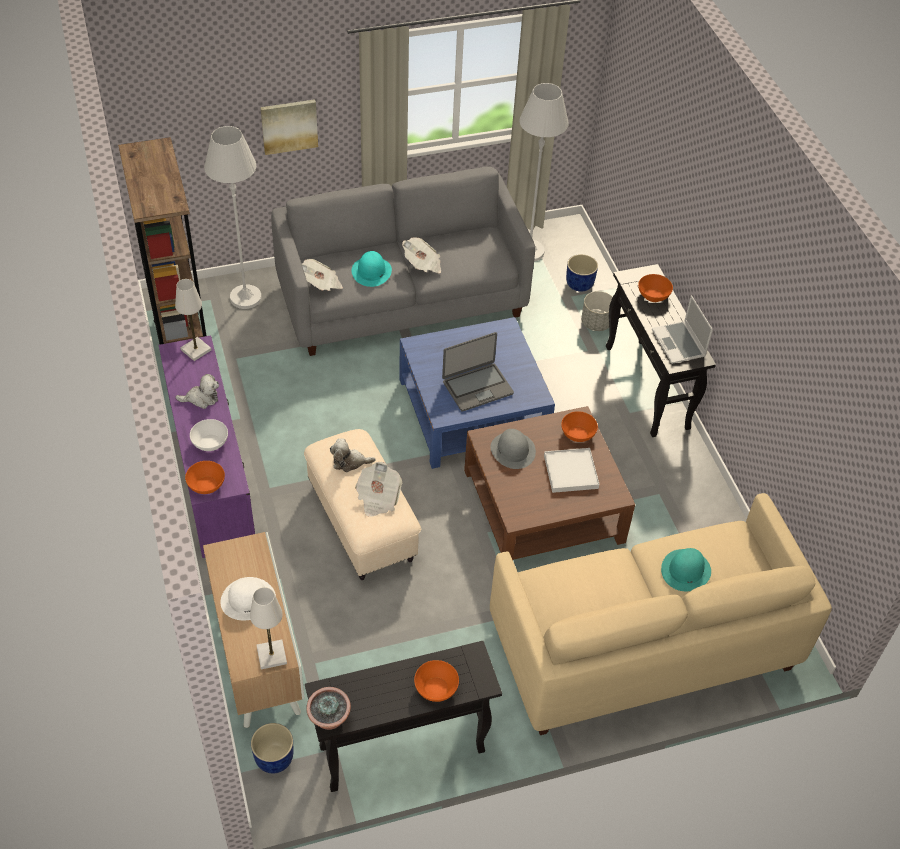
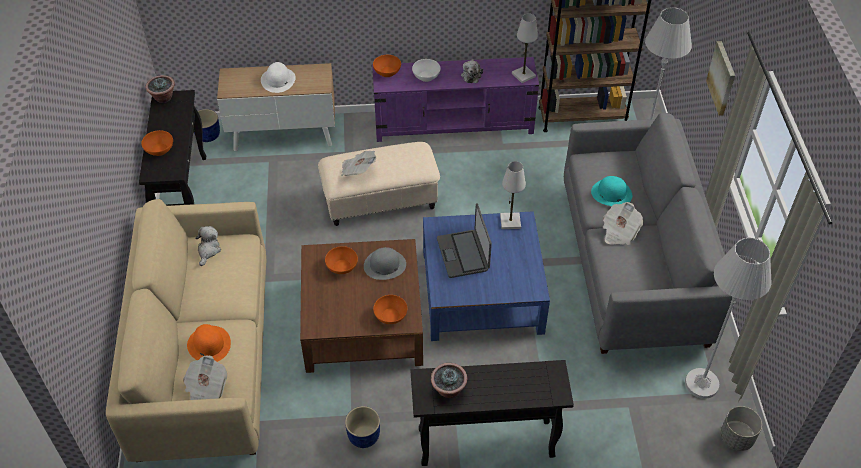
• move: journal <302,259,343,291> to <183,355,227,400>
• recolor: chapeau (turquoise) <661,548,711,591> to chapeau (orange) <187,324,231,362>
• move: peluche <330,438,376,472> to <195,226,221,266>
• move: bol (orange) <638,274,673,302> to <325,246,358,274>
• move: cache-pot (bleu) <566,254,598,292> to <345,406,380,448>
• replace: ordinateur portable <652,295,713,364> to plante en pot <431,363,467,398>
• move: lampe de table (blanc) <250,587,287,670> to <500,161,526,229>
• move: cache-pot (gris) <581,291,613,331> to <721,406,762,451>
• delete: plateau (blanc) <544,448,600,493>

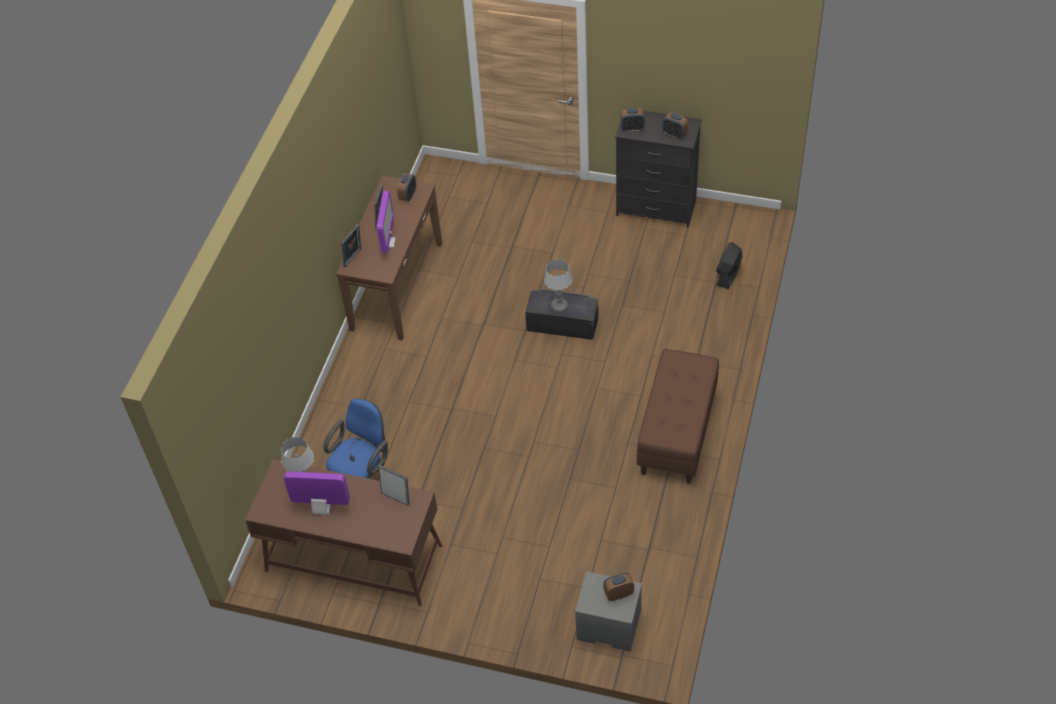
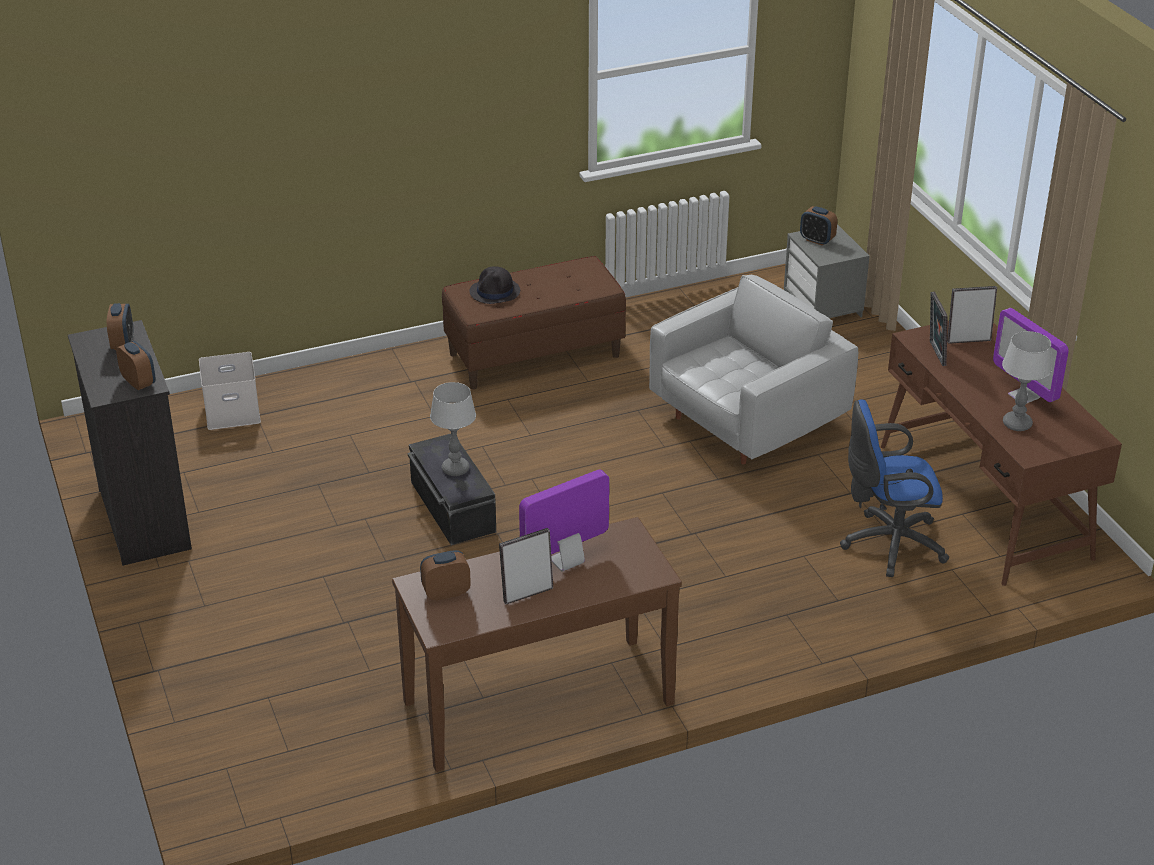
• replace: ventilateur (noir) <716,242,742,289> to boîte de rangement (blanc) <199,352,261,430>
• insert: chapeau (noir) <469,266,520,304>
• insert: fauteuil (blanc) <649,275,858,465>
• move: cadre photo <341,224,361,267> to <947,286,997,344>

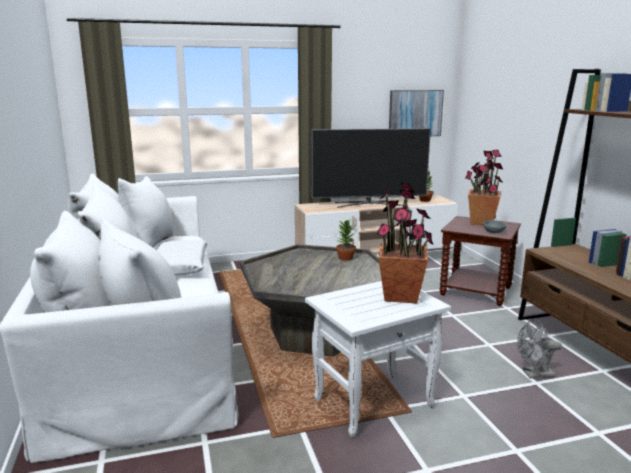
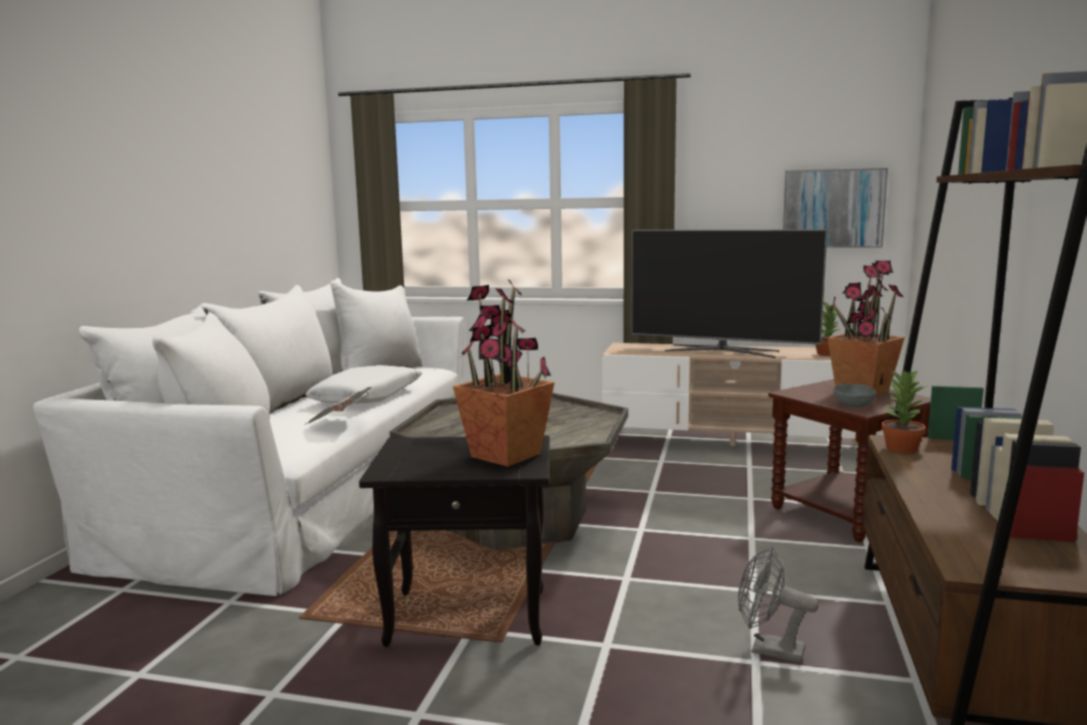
• insert: journal <304,387,372,425>
• recolor: table d'appoint (blanc) <305,281,451,438> to table d'appoint (noir) <359,435,550,647>
• move: plante en pot <336,220,356,261> to <881,369,927,453>

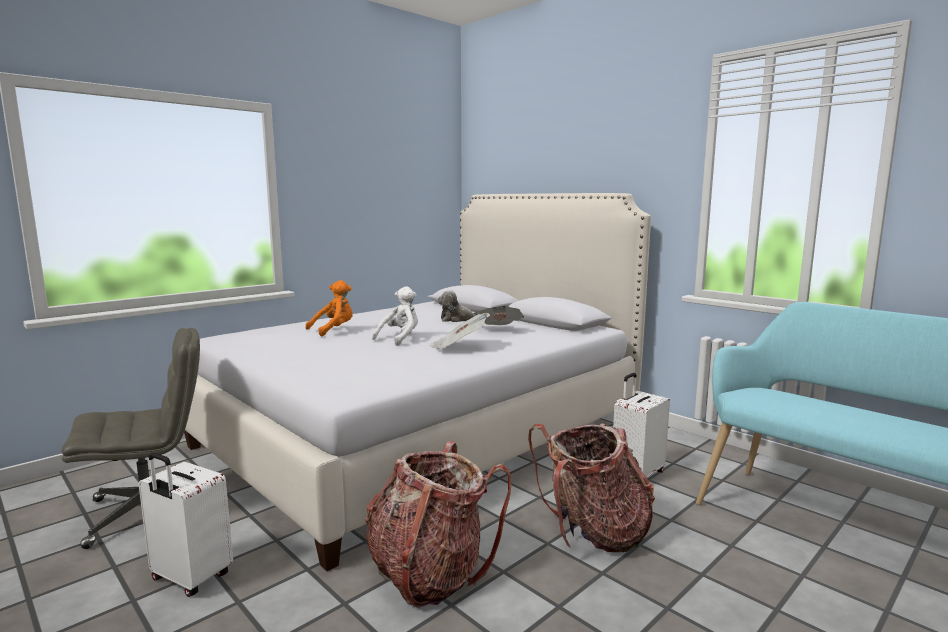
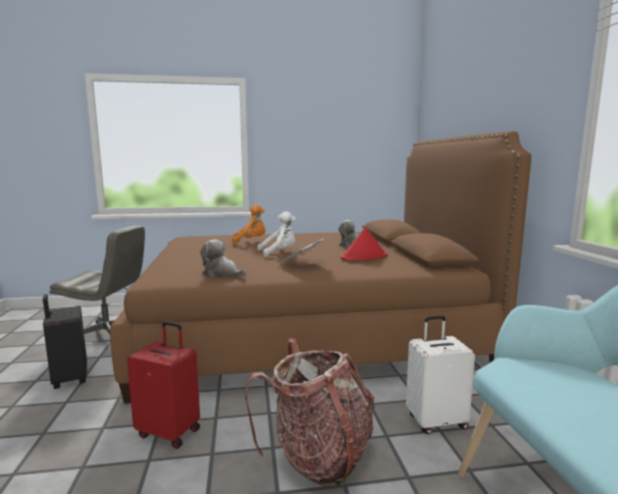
• recolor: valise (blanc) <139,453,233,597> to valise (noir) <43,294,87,389>
• recolor: lit (blanc) <184,193,651,571> to lit (marron) <110,131,531,404>
• replace: sac à dos <365,441,511,608> to valise (rouge) <127,321,200,449>
• insert: peluche <200,239,246,277>
• replace: journal <474,306,524,325> to chapeau (rouge) <341,227,387,261>

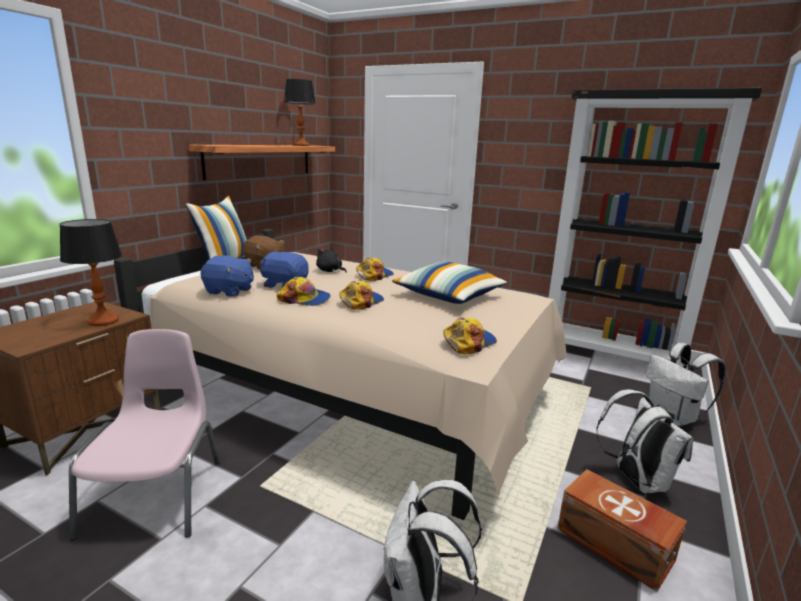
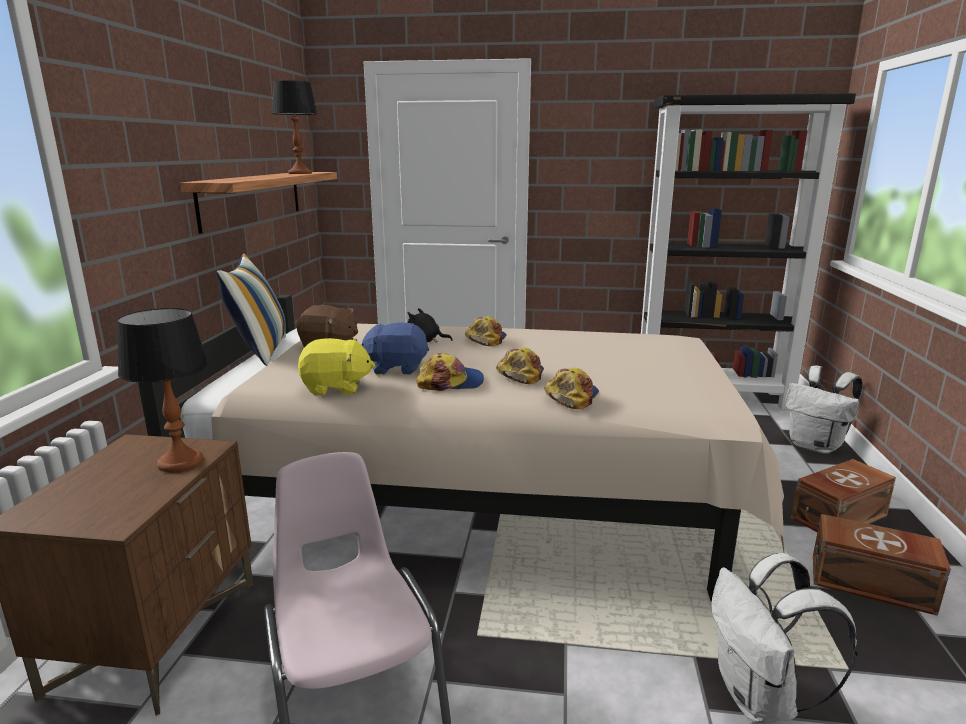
• recolor: peluche (bleu) <200,255,254,297> to peluche (jaune) <298,338,375,396>
• move: casquette <444,317,497,354> to <545,368,599,410>
• replace: sac à dos (blanc) <596,390,693,493> to boîte de rangement (marron) <791,459,896,532>
• delete: coussin <392,262,507,304>

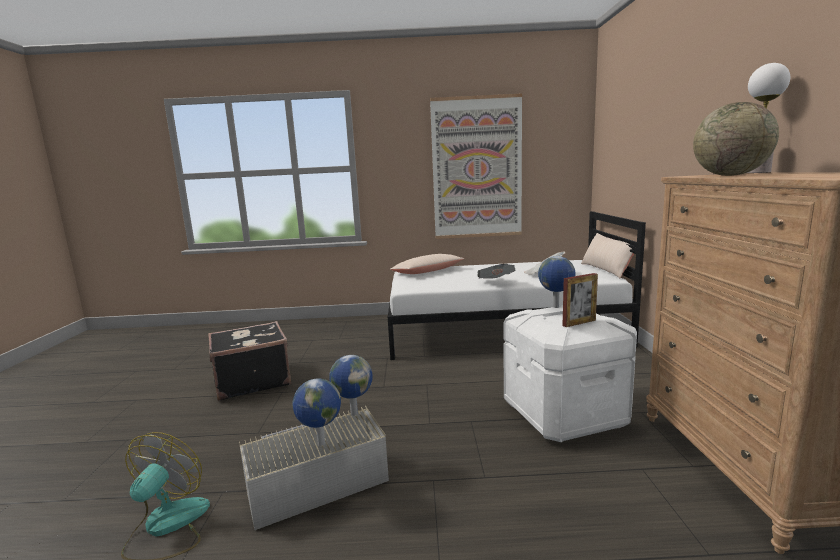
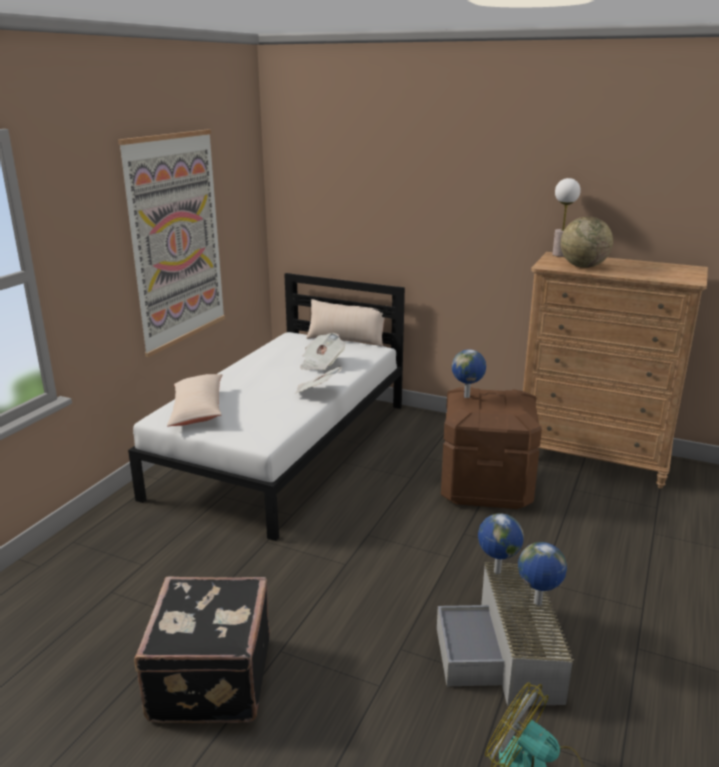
• recolor: boîte de rangement (blanc) <503,306,637,442> to boîte de rangement (marron) <441,387,542,509>
• delete: cadre photo <562,273,598,327>

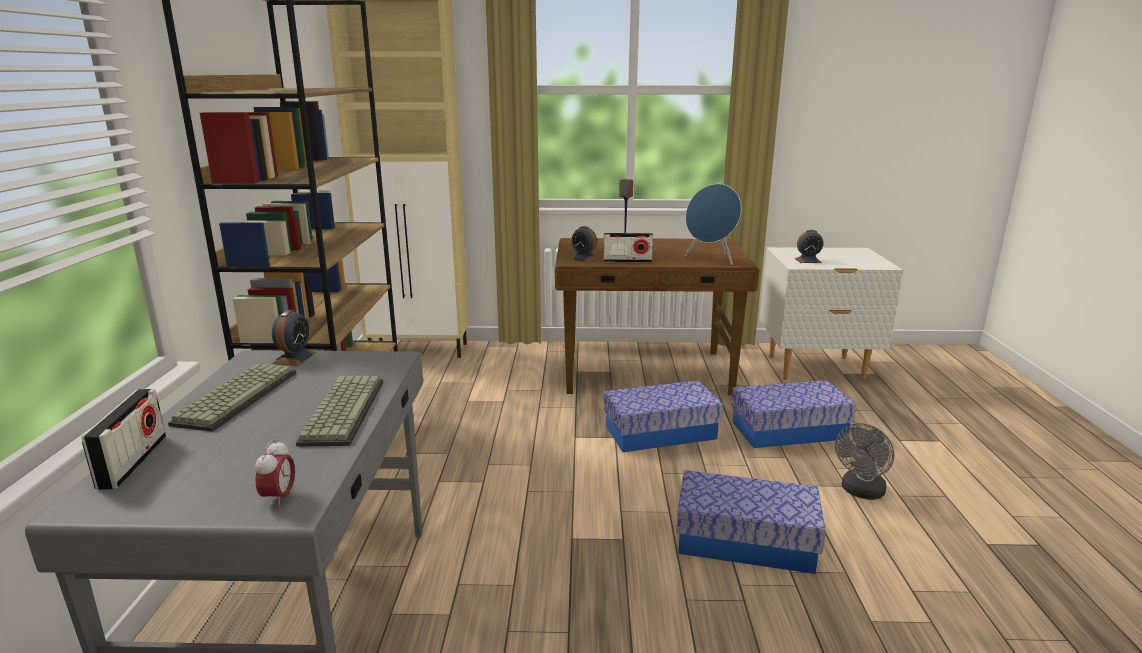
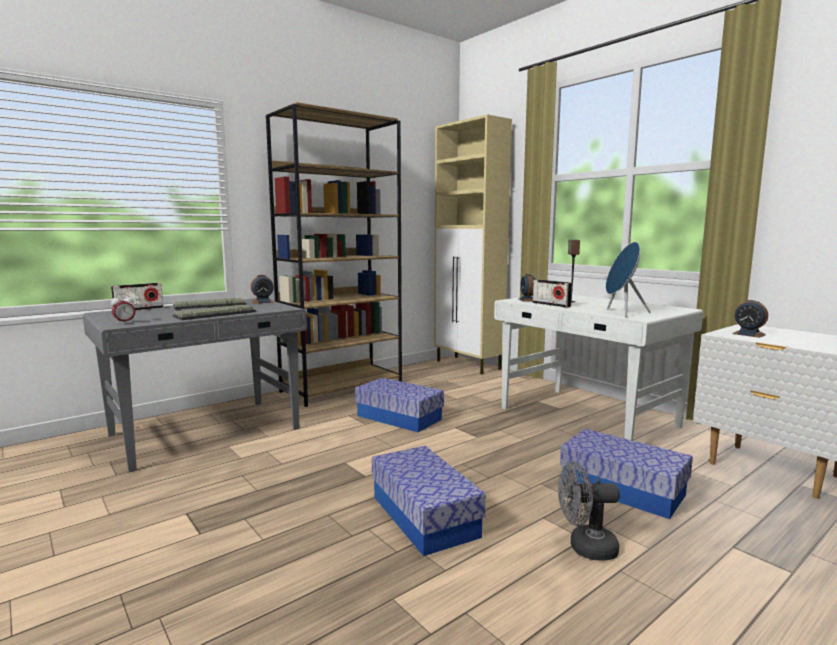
• move: boîte de rangement <604,380,723,452> to <355,378,444,432>
• recolor: bureau (marron) <555,238,759,395> to bureau (blanc) <494,295,703,441>

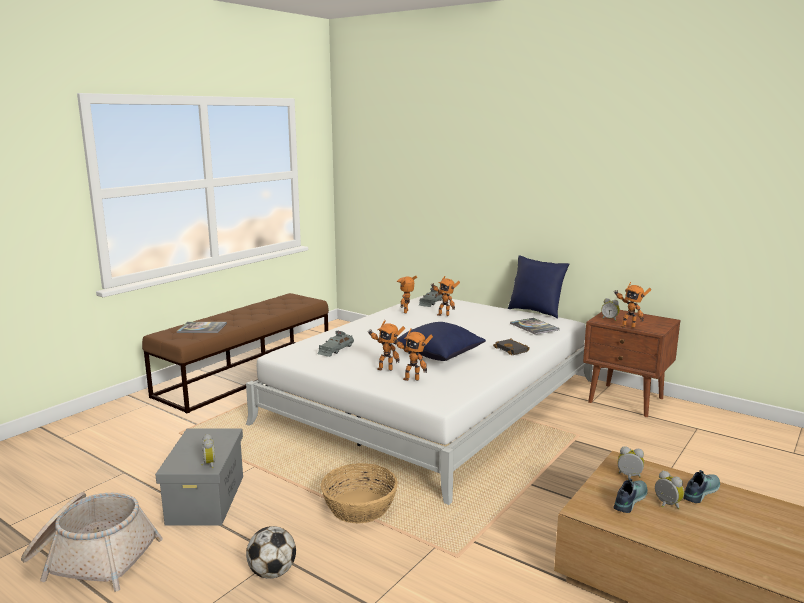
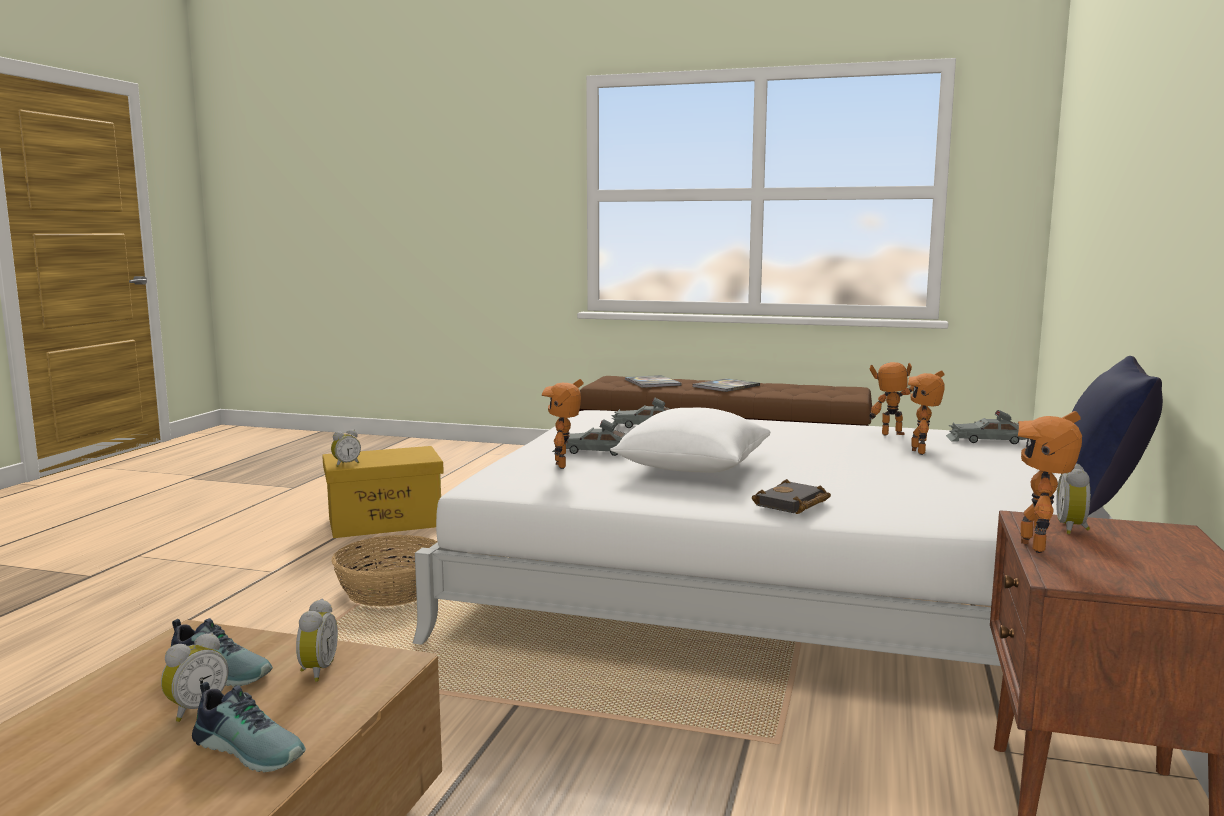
• recolor: boîte de rangement (gris) <155,428,243,525> to boîte de rangement (jaune) <322,446,444,538>
• replace: robot jouet <367,320,405,371> to petite voiture (gris) <552,419,626,456>
• recolor: coussin (bleu) <394,322,486,361> to coussin (blanc) <610,408,770,473>
• move: livre <510,318,560,335> to <693,378,760,392>
• delete: panier <21,492,163,592>
• delete: ballon de foot <246,526,296,579>

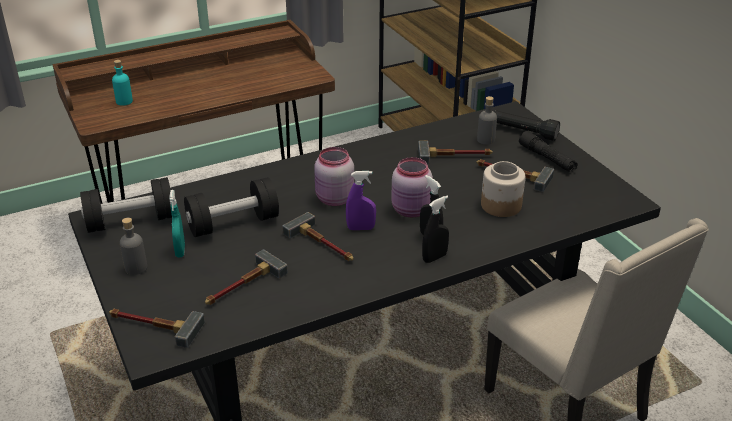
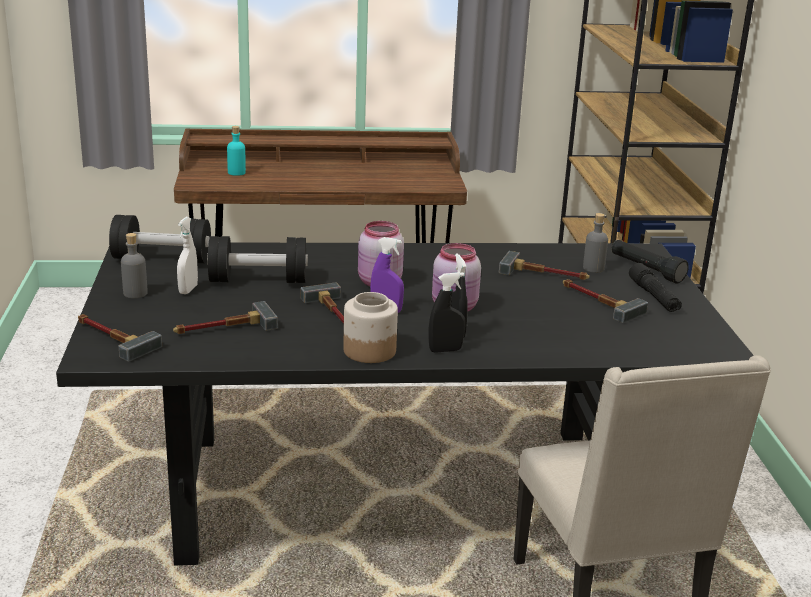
• recolor: vaporisateur (turquoise) <169,190,185,257> to vaporisateur (blanc) <177,217,198,294>
• move: bocal <481,161,525,217> to <343,292,398,363>

